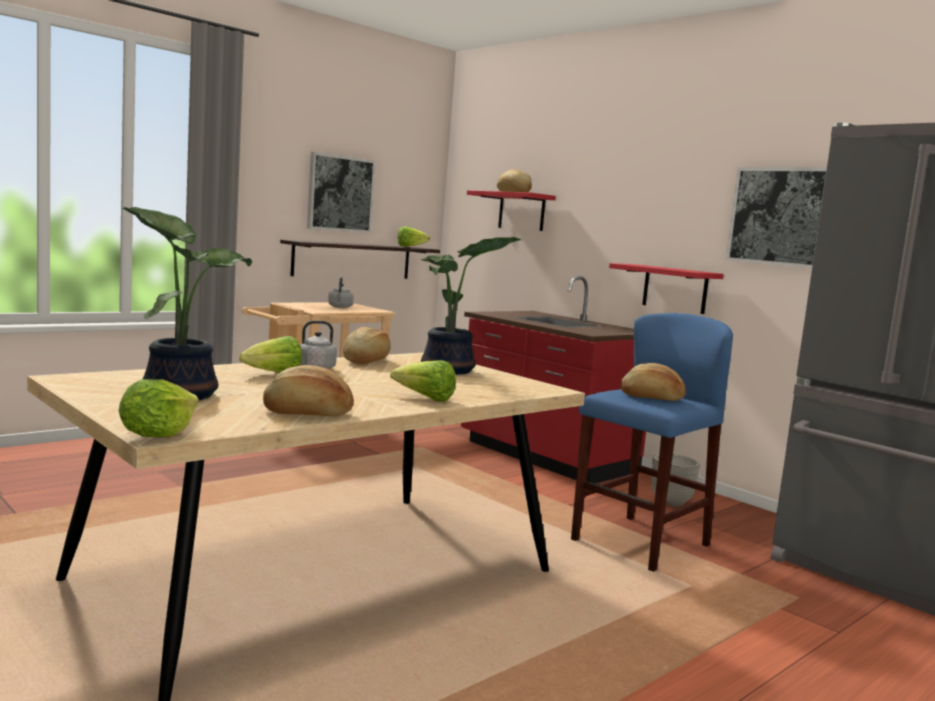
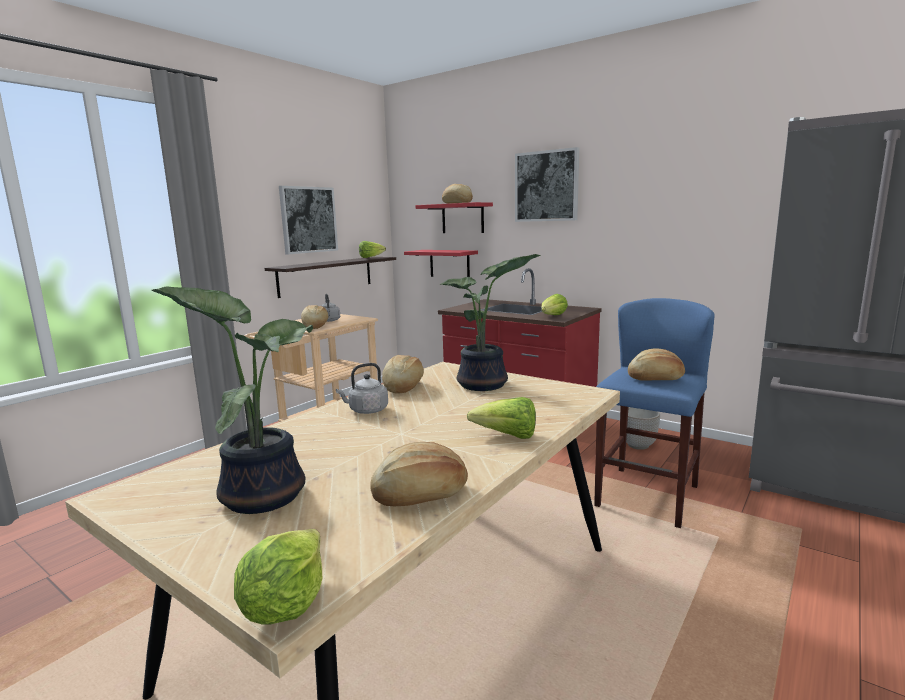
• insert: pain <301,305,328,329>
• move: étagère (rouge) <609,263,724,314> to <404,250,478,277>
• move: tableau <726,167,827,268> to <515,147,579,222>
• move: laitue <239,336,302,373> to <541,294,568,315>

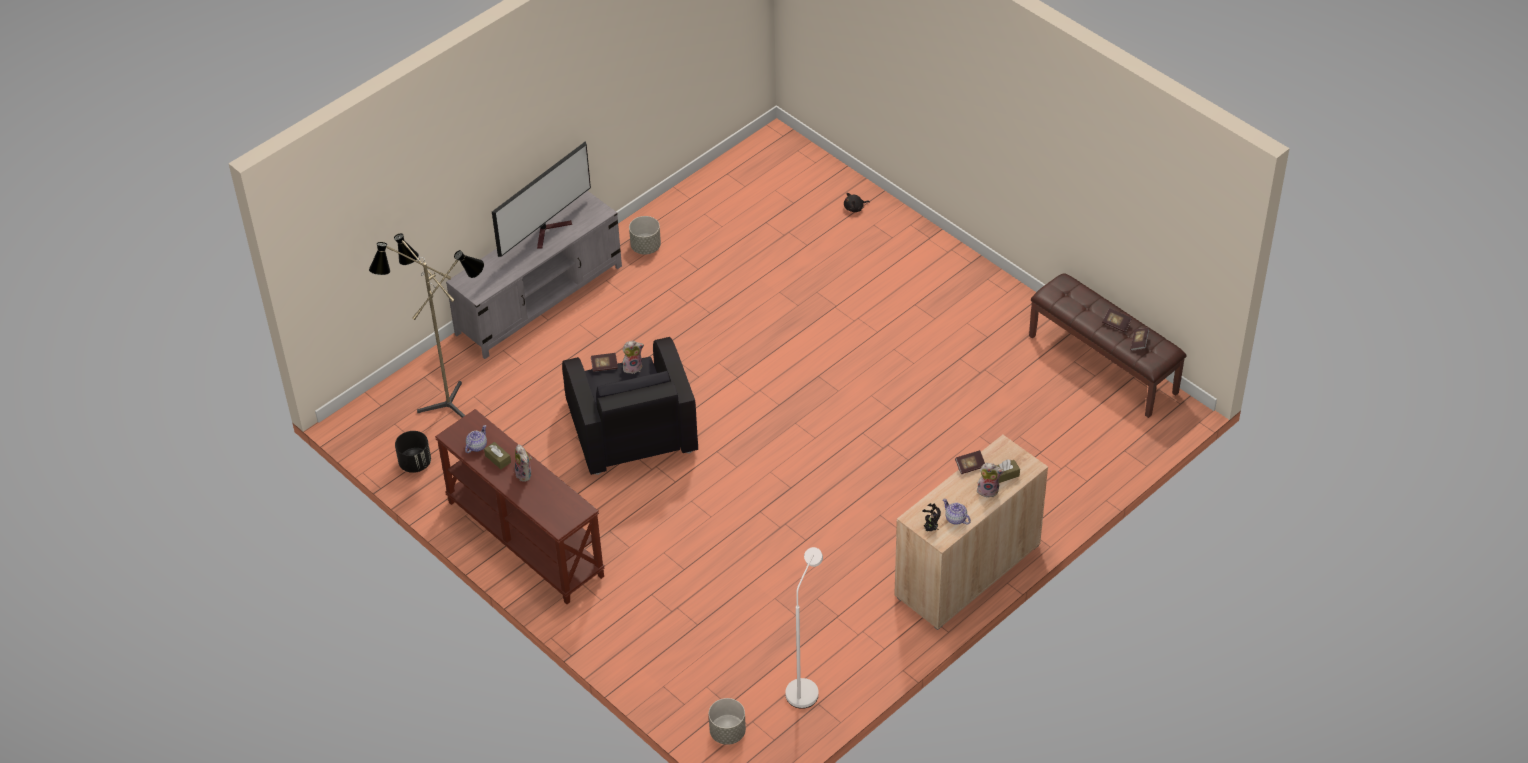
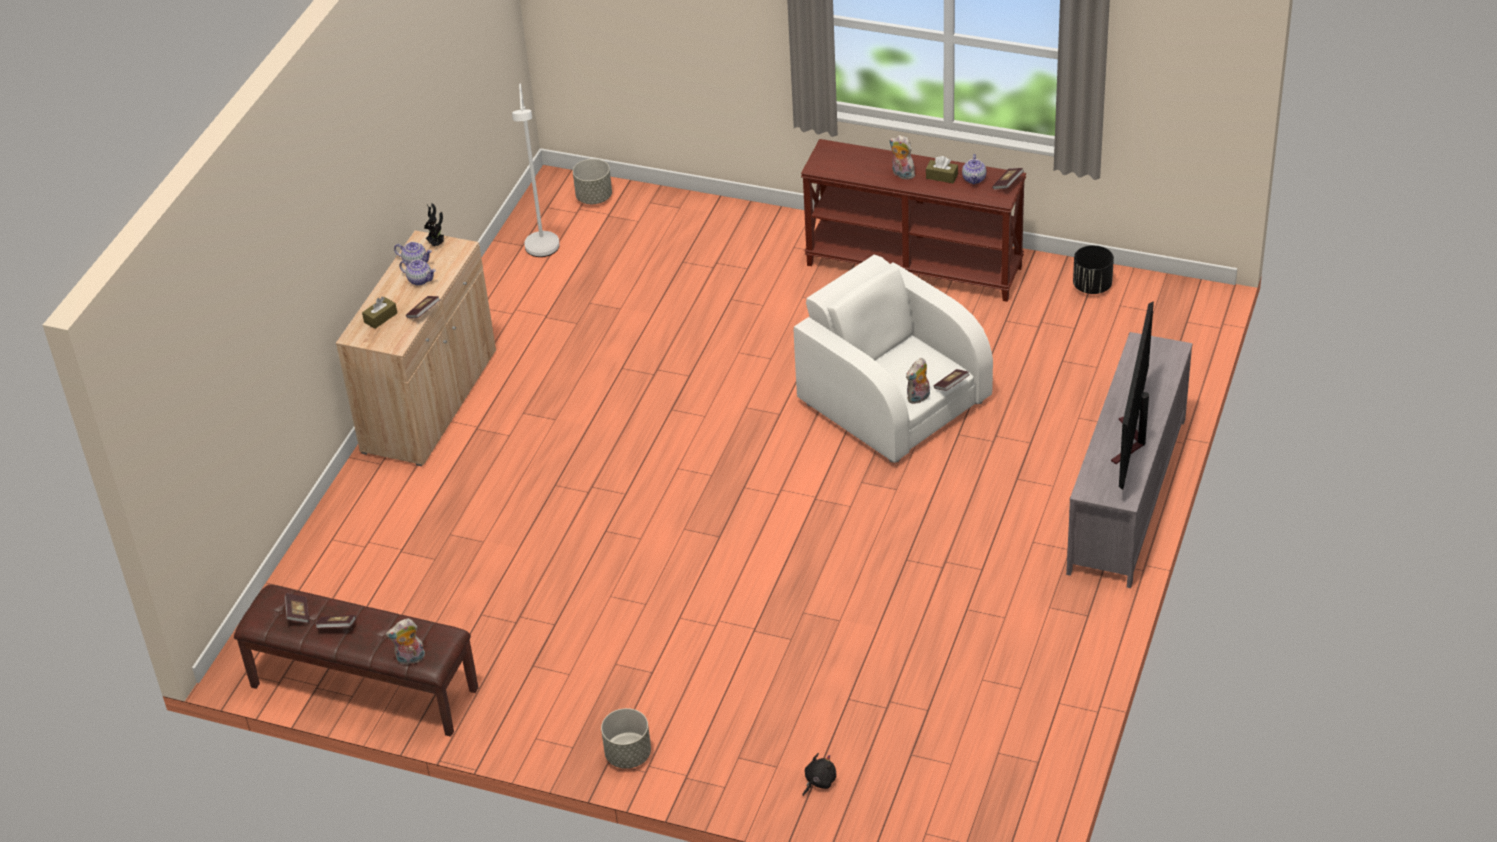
• move: peluche <977,463,1004,498> to <386,618,425,665>
• insert: théière <399,260,436,286>
• move: cache-pot (gris) <629,216,661,254> to <601,708,651,769>
• recolor: fauteuil (noir) <562,337,698,475> to fauteuil (blanc) <794,255,993,463>
• insert: livre <992,168,1024,190>
• delete: lampadaire <369,233,484,418>

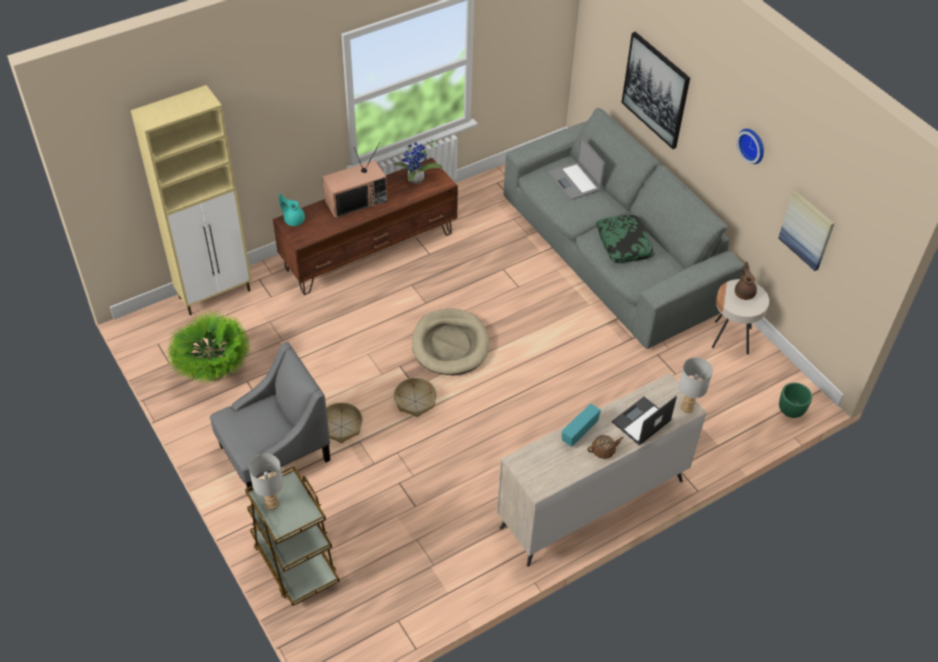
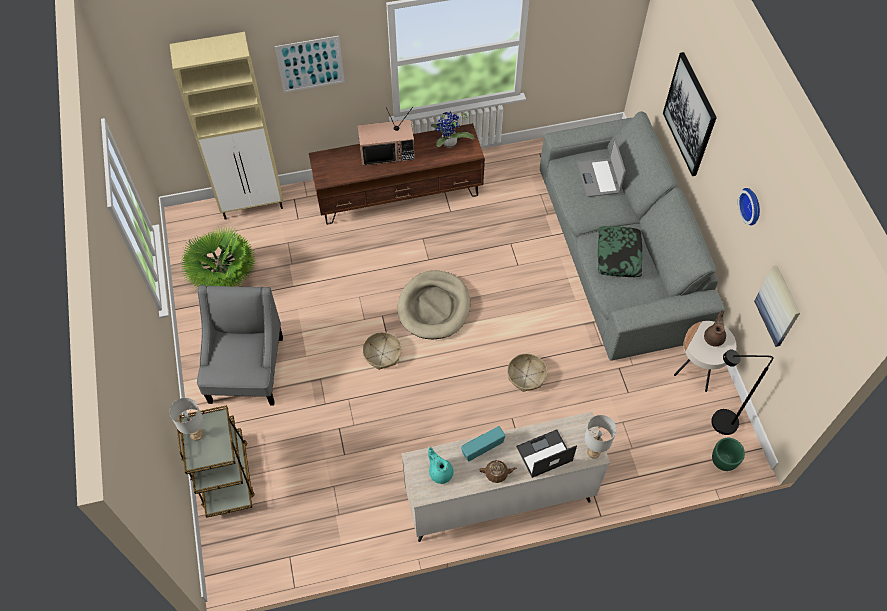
• rotate: fauteuil (gris) <210,342,330,491> = <197,285,283,406> 75 degrees counterclockwise
• insert: tableau <275,36,345,93>
• move: théière (turquoise) <279,194,305,226> to <428,447,454,484>
• move: panier <326,402,363,443> to <507,354,547,392>
• insert: lampadaire (noir) <711,350,774,435>

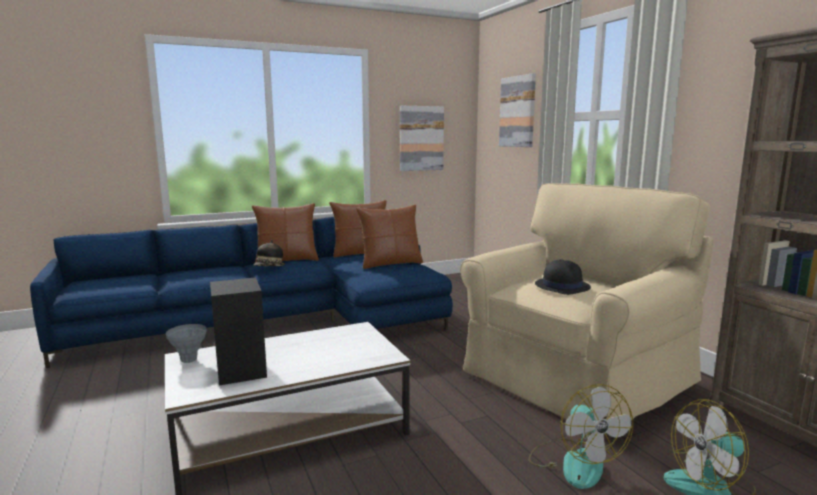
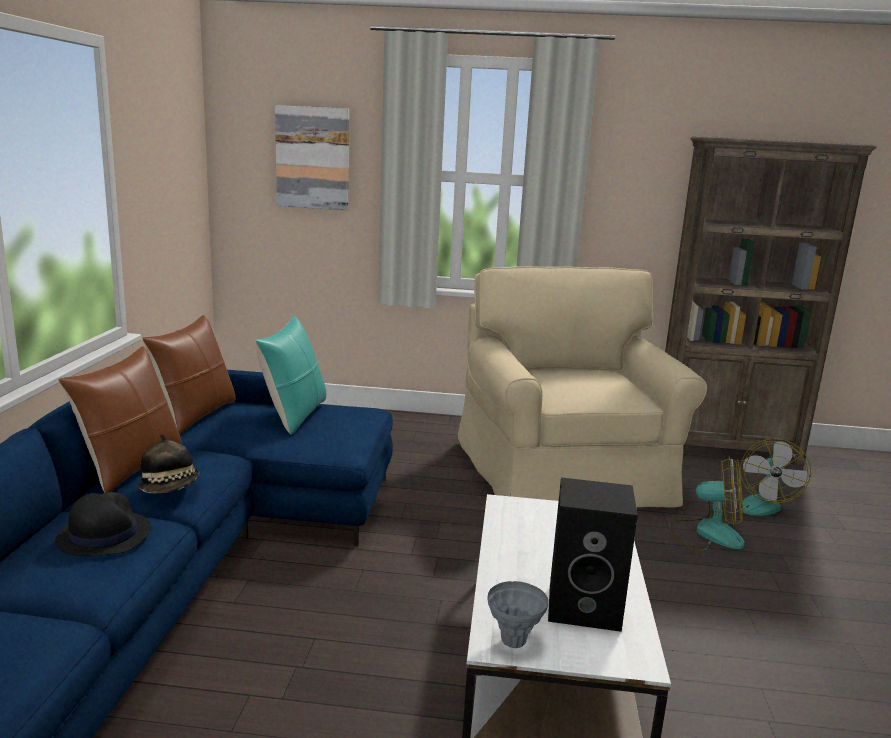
• move: chapeau (noir) <535,259,591,295> to <55,492,151,556>
• recolor: coussin (marron) <356,205,423,269> to coussin (turquoise) <256,316,326,435>
• delete: tableau <400,106,444,171>

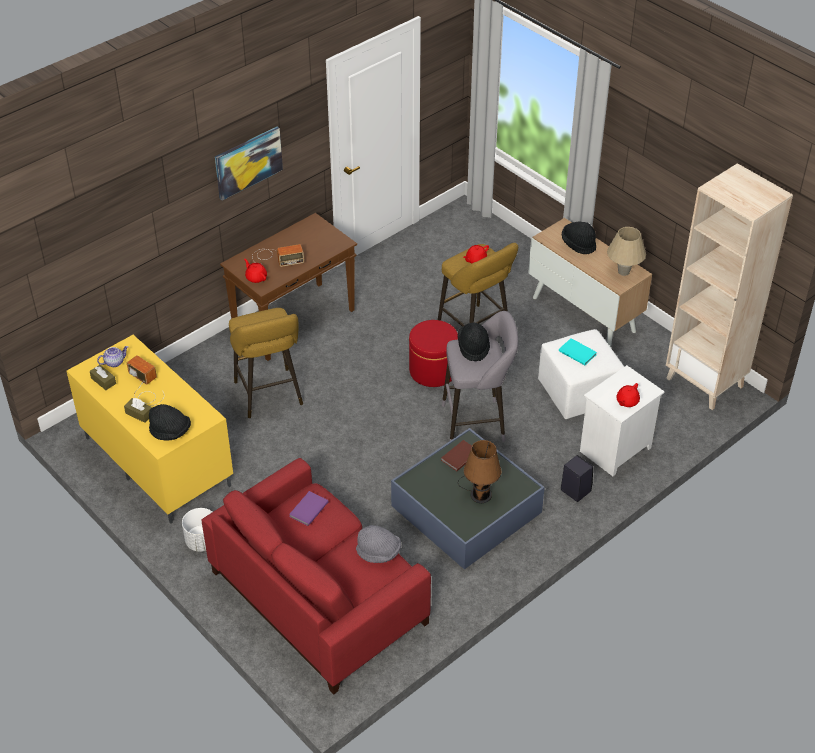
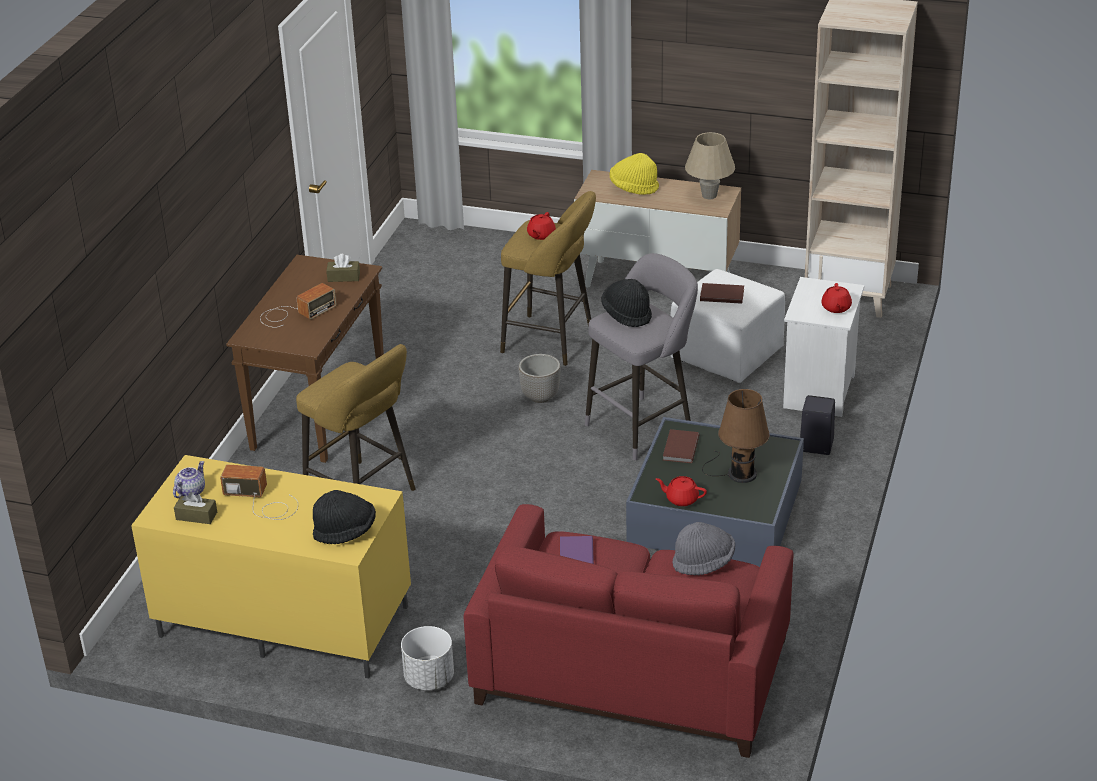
• move: boîte à mouchoirs (marron) <124,398,152,423> to <326,254,360,282>
• replace: pouf (rouge) <409,320,458,387> to cache-pot <518,354,560,403>
• recolor: chapeau (noir) <562,222,596,254> to chapeau (jaune) <610,153,659,195>
• move: théière (rouge) <244,259,267,283> to <656,476,707,506>
• recolor: livre (turquoise) <559,338,597,365> to livre (marron) <700,283,744,304>
• delete: tableau <215,126,283,200>

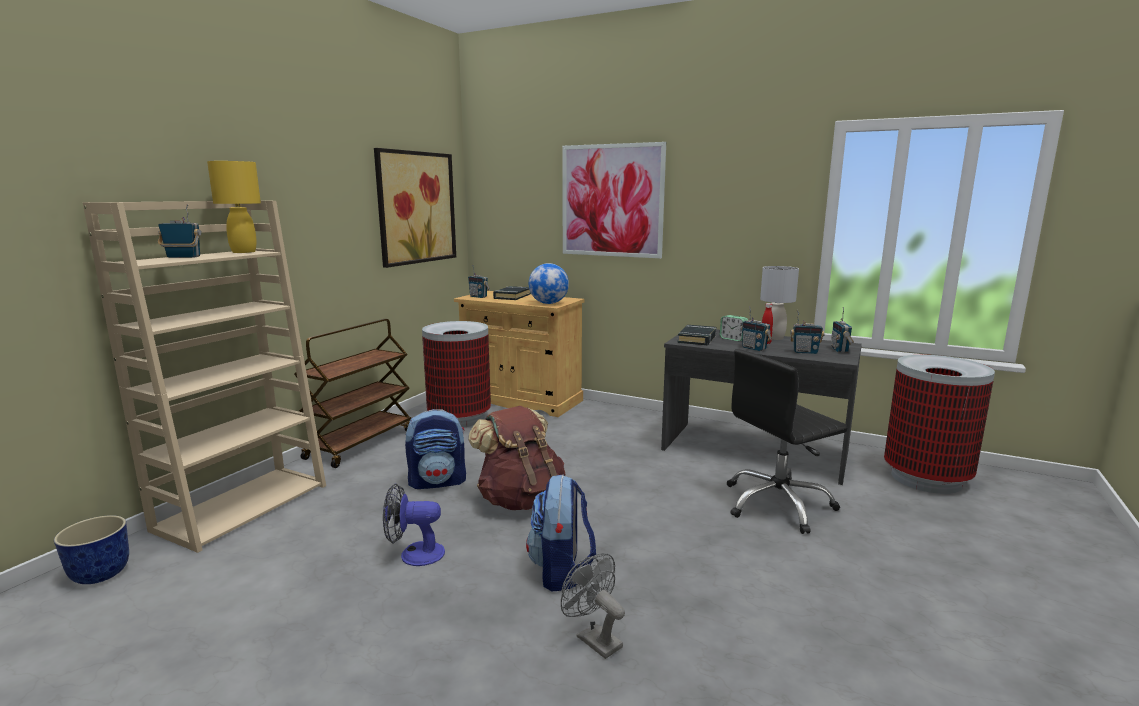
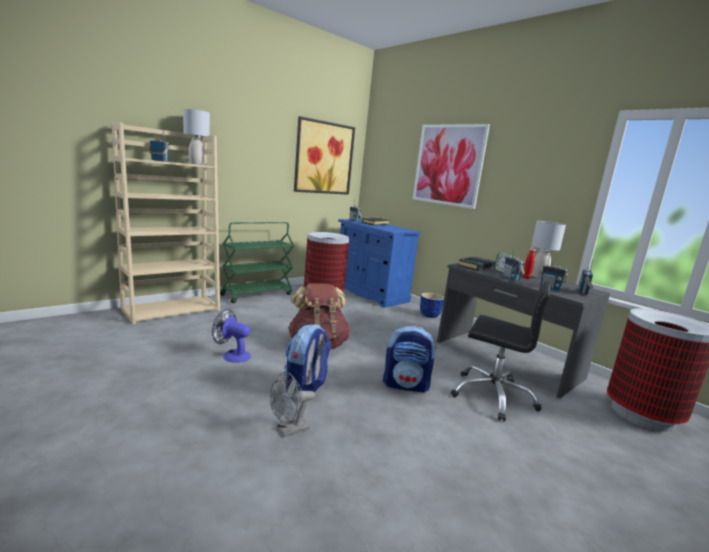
• recolor: lampe de table (jaune) <207,161,261,253> to lampe de table (gris) <183,109,210,165>
• recolor: chariot (marron) <294,319,411,468> to chariot (vert) <220,222,294,303>
• rotate: ventilateur (gris) <561,553,625,659> = <270,372,315,437> 105 degrees counterclockwise
• recolor: meuble de rangement (beige) <454,291,585,417> to meuble de rangement (bleu) <338,219,421,308>
• move: sac à dos <405,409,466,489> to <383,326,436,393>
• move: cache-pot <54,515,129,584> to <420,293,444,318>
• rotate: chaise de bureau (noir) <726,349,848,534> = <451,281,551,421> 150 degrees counterclockwise
• delete: globe <529,263,569,304>

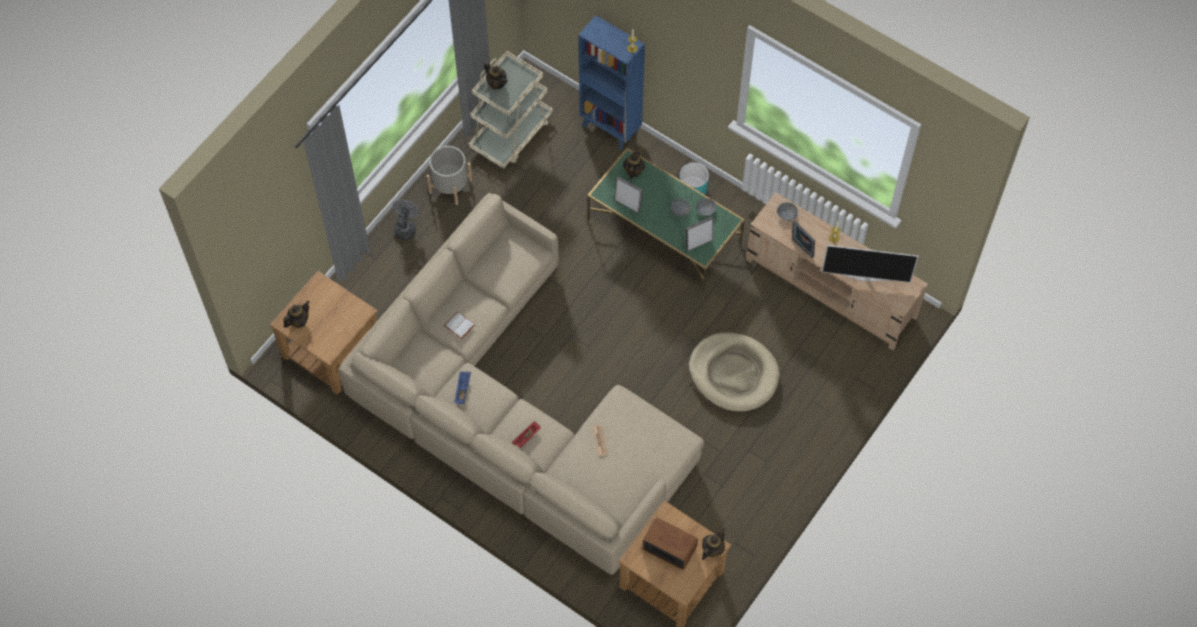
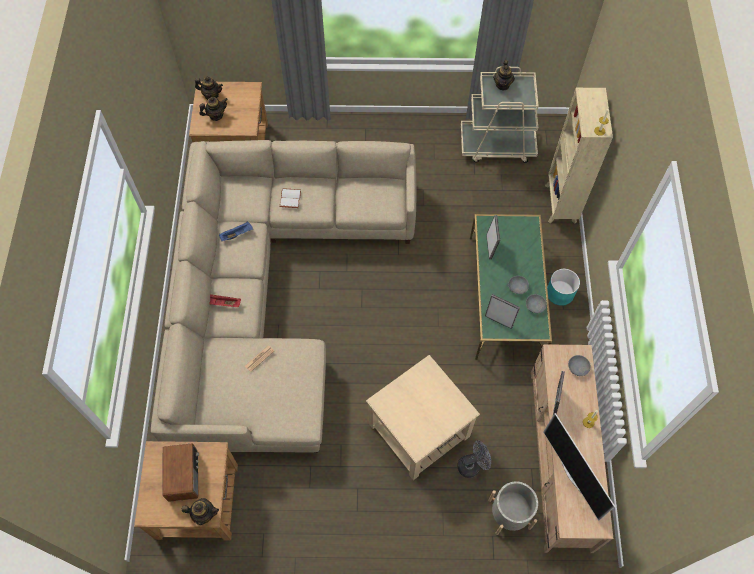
• move: théière <623,147,645,180> to <199,97,228,121>
• replace: panier pour chien (beige) <689,332,780,412> to table d'appoint (beige) <366,355,480,480>
• move: ventilateur (gris) <392,200,420,240> to <457,440,491,478>
• move: cache-pot (gris) <427,146,472,205> to <488,481,538,535>
• recolor: bibliothèque (bleu) <578,15,645,150> to bibliothèque (beige) <545,88,613,223>

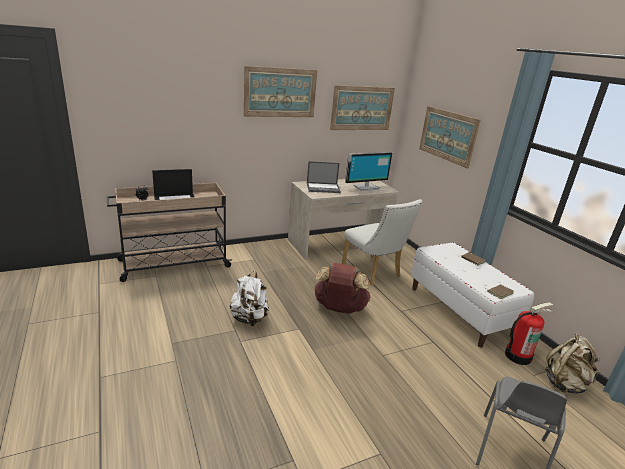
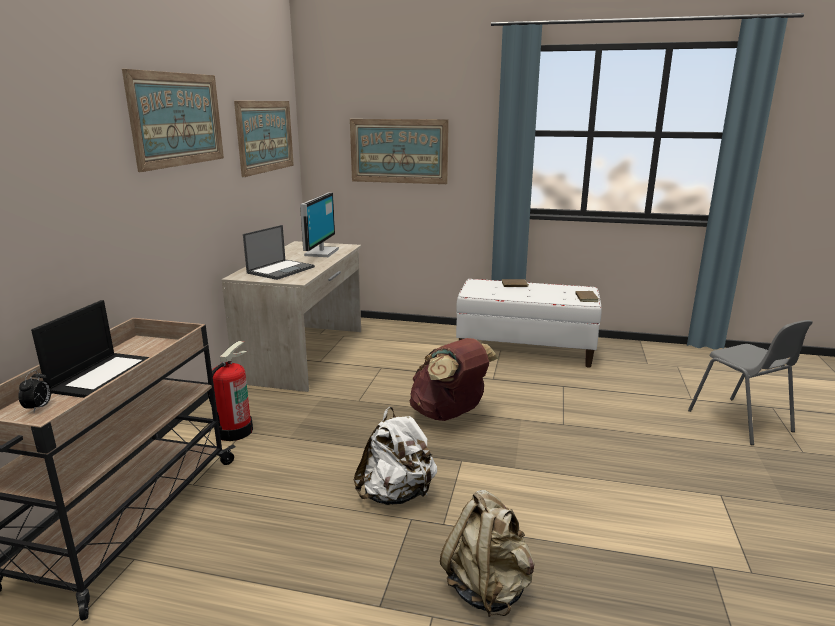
• move: extincteur <505,302,553,365> to <207,341,253,441>
• move: sac à dos (beige) <545,333,600,393> to <440,490,535,617>
• delete: chaise (blanc) <342,199,423,285>

